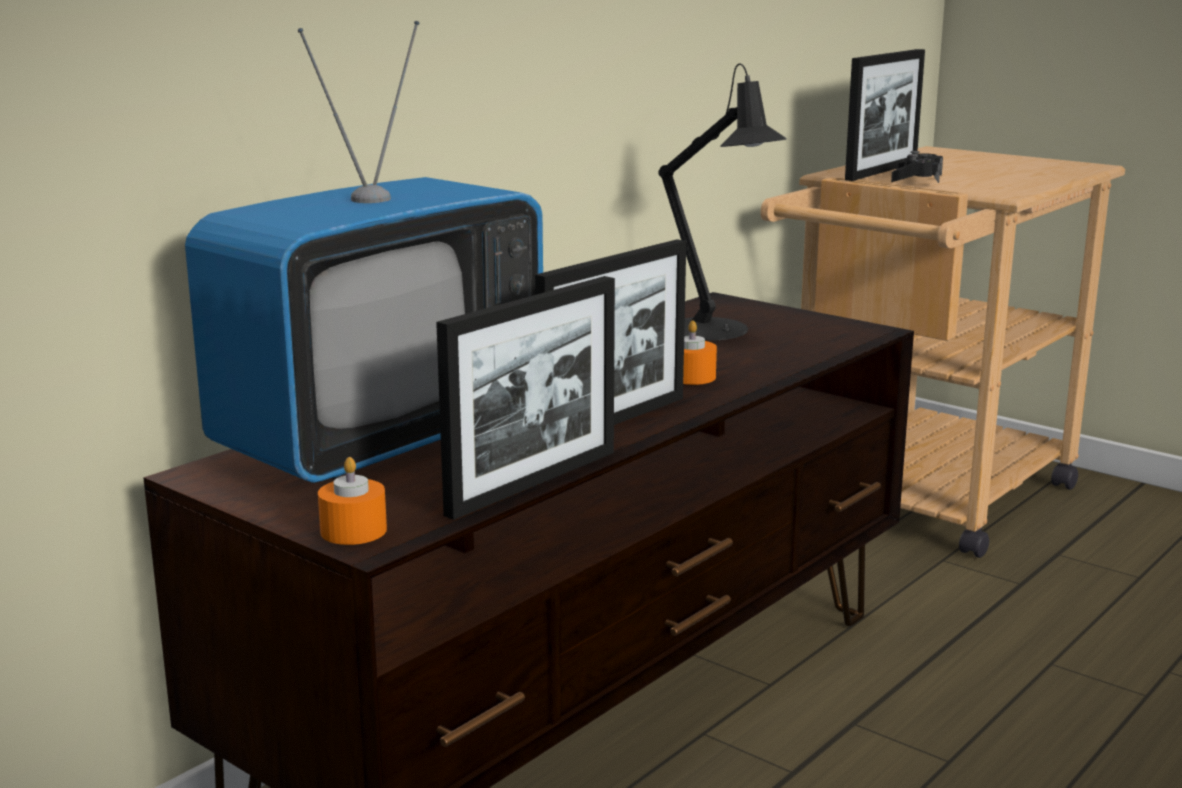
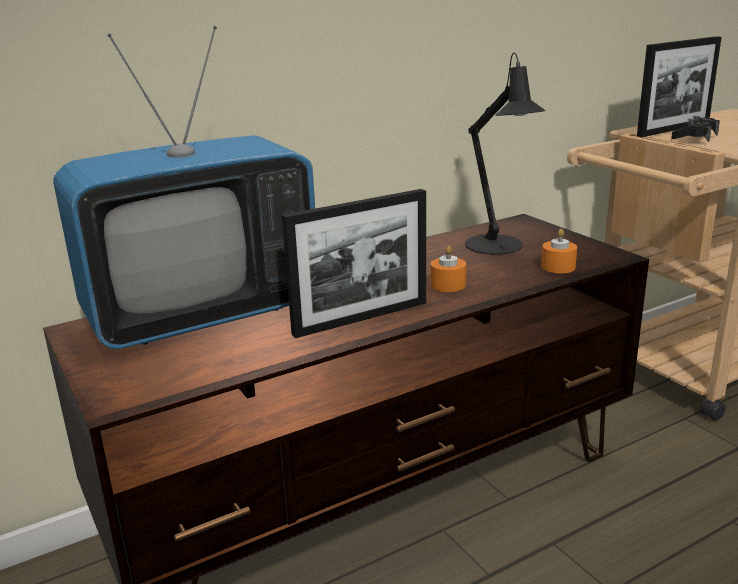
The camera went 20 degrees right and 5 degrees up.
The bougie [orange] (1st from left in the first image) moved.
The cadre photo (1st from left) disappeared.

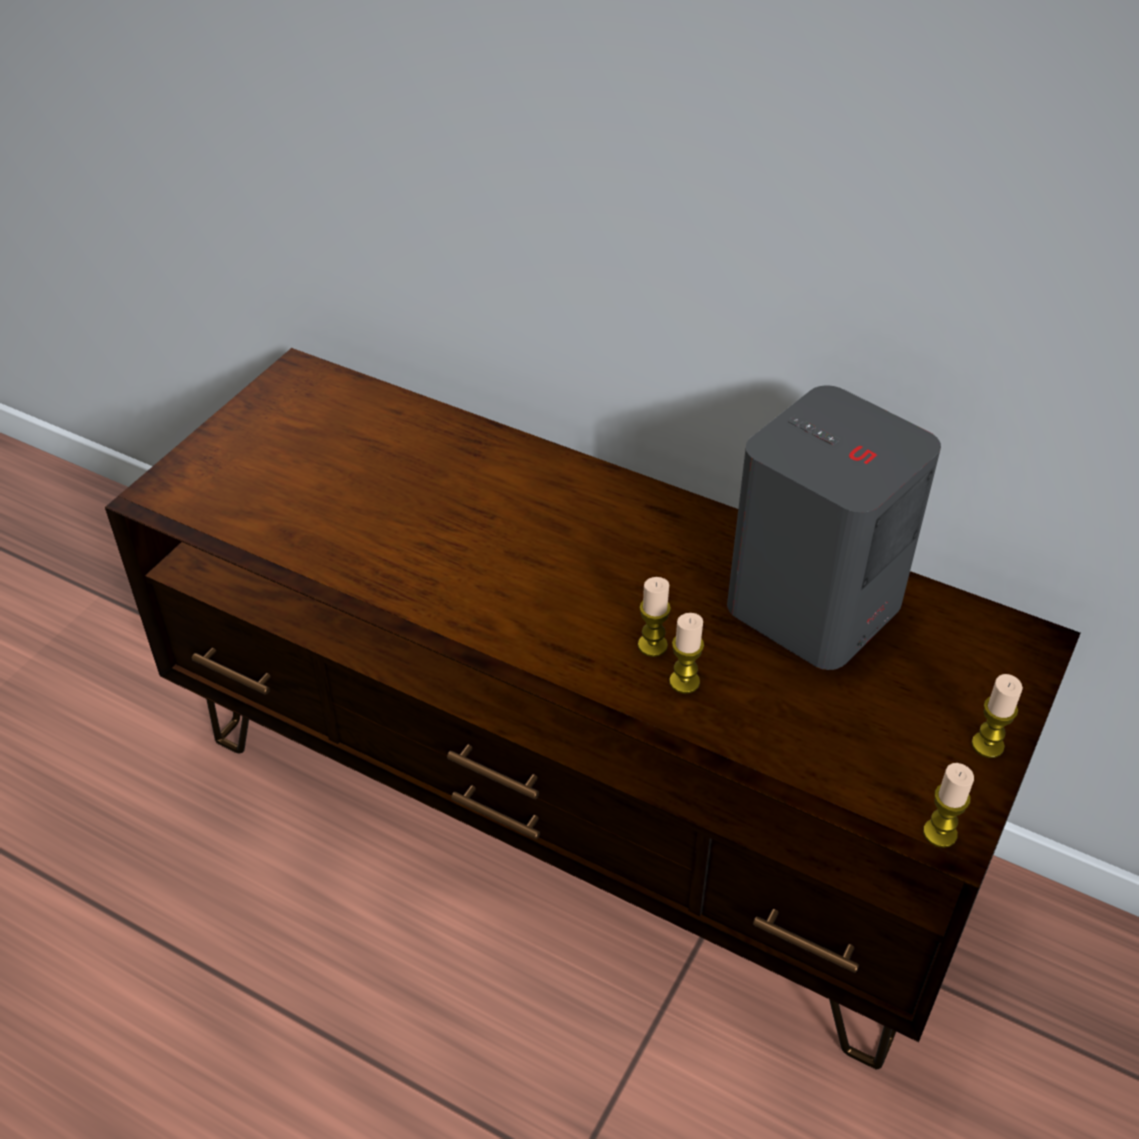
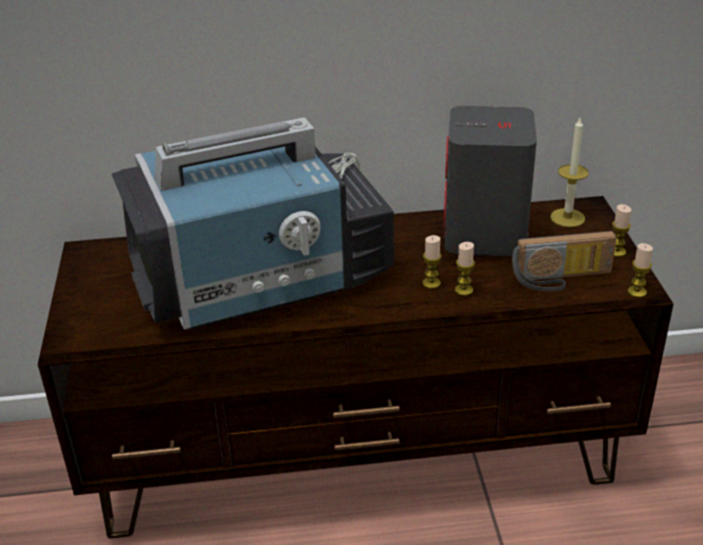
The camera went 35 degrees left and 10 degrees down.
The téléviseur appeared.
The radio appeared.
The bougie (3rd from left) appeared.

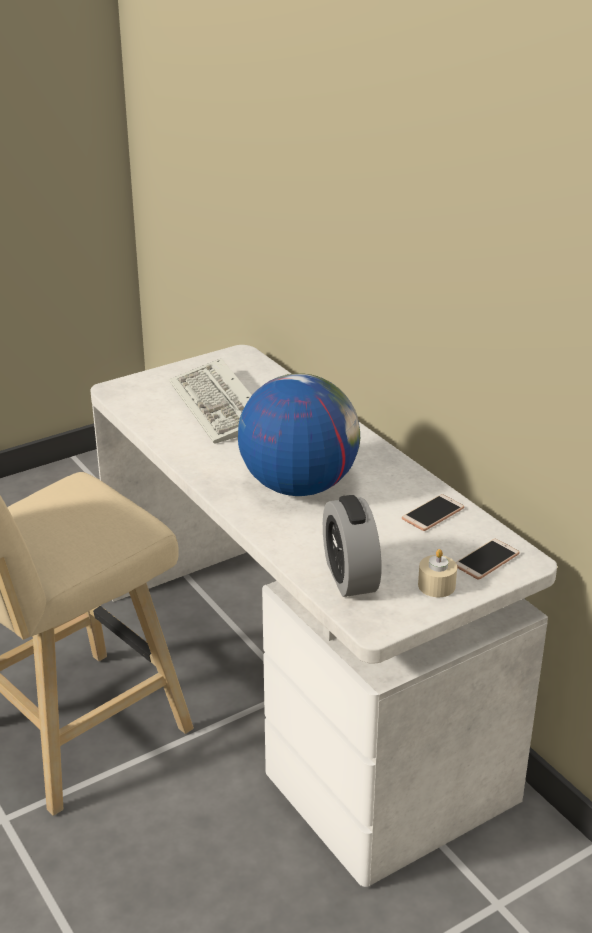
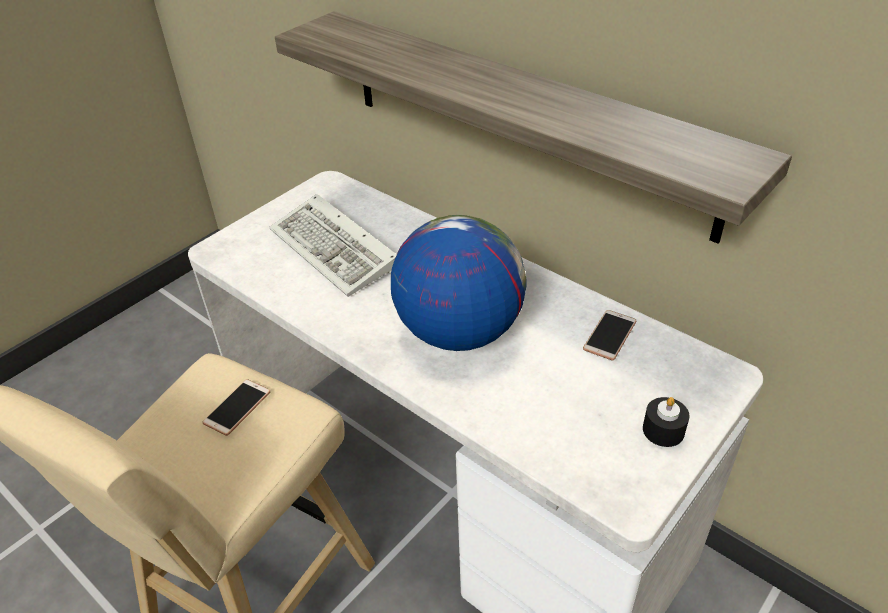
The camera went 15 degrees left and 10 degrees up.
The téléphone (2nd from left in the first image) moved.
The étagère appeared.
The bougie [beige] became the bougie [noir].
The réveil disappeared.

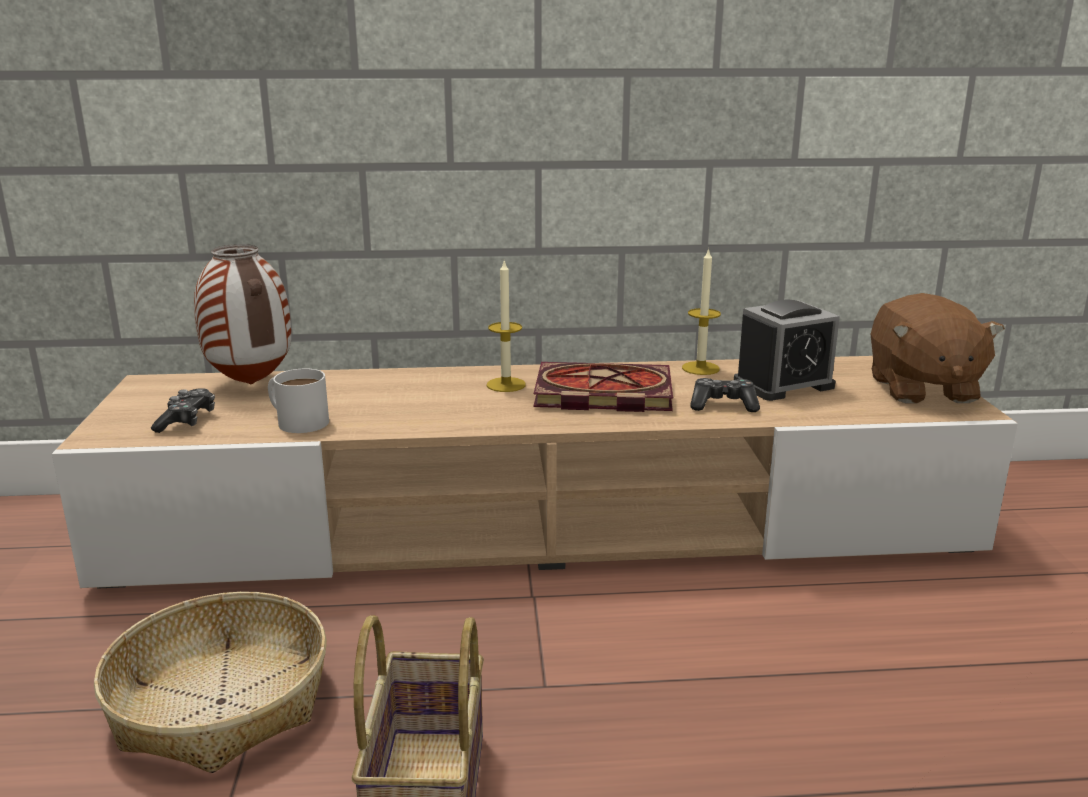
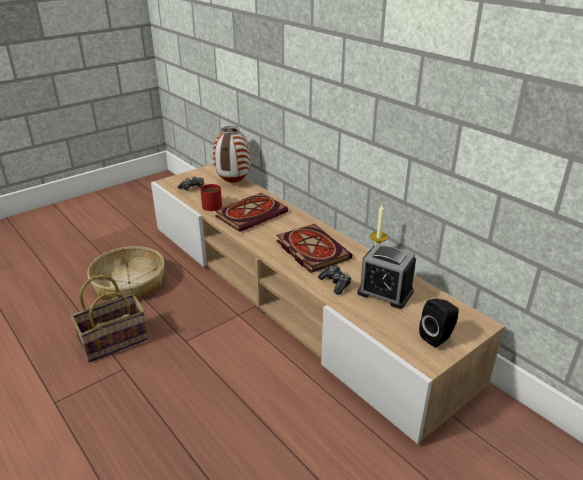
The camera went 55 degrees right and 10 degrees up.
The mug [blanc] became the mug [rouge].
The livre (1st from left) appeared.
The peluche [marron] was replaced by the enceinte [noir].
The bougie (1st from left) disappeared.

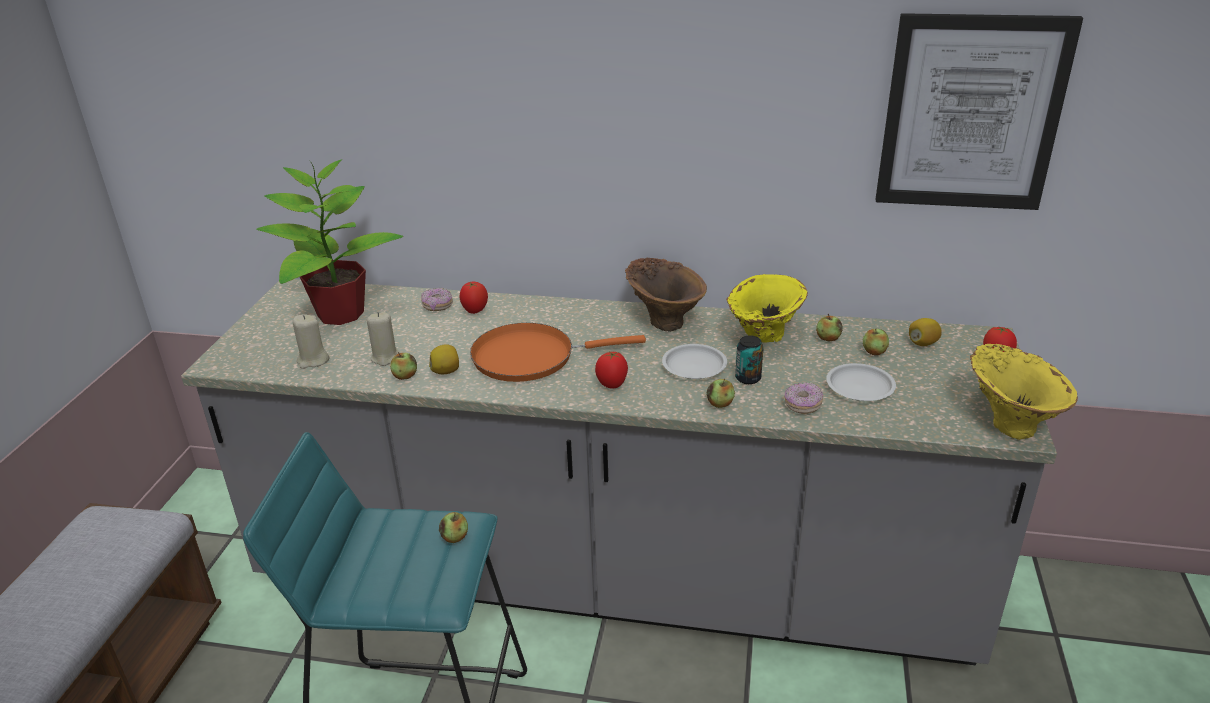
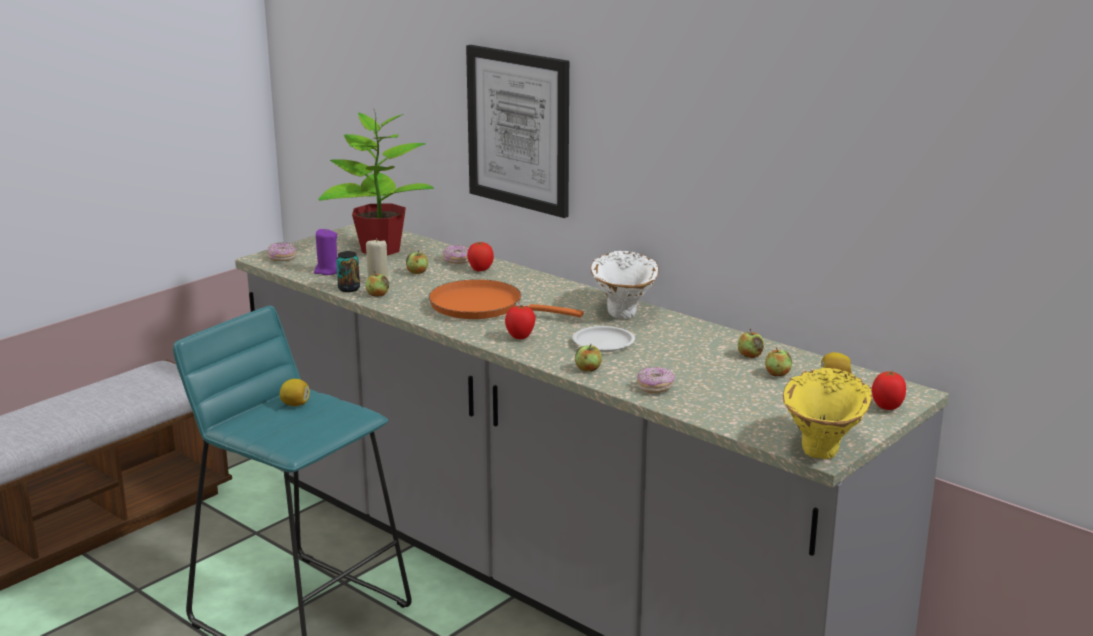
The camera went 30 degrees right and 10 degrees down.
The beignet (1st from left) appeared.
The citron (1st from left) moved.
The bougie [beige] (1st from left) became the bougie [violet].
The boîte métallique moved.
The pomme (2nd from left) moved.
The tableau moved.
The vase [marron] became the vase [blanc].
The vase [jaune] (1st from left) disappeared.
The assiette [blanc] (2nd from left) disappeared.

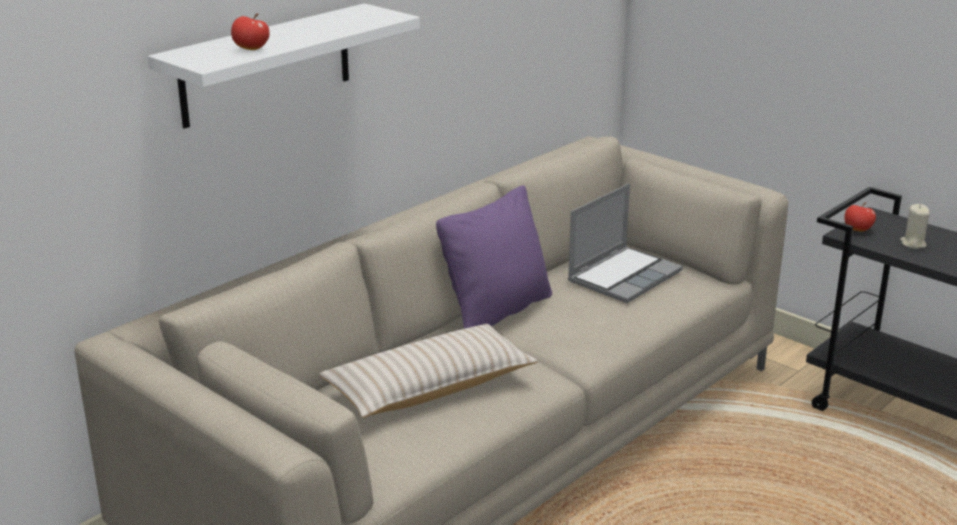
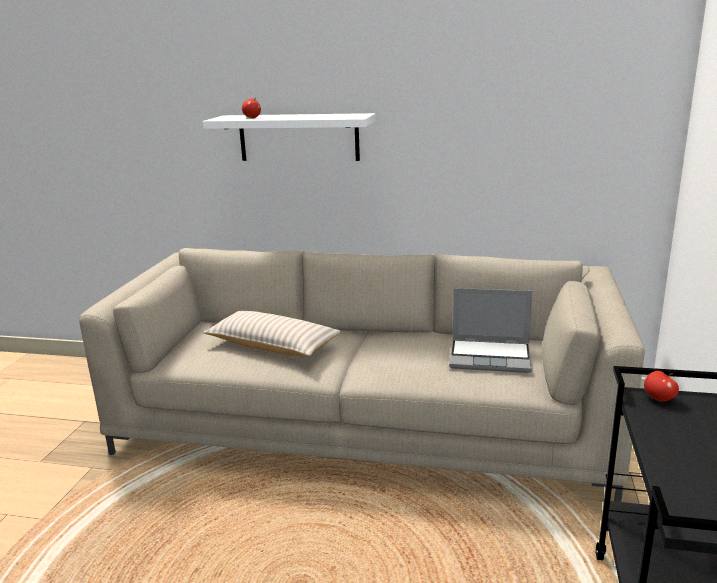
The camera went 60 degrees right and 5 degrees down.
The coussin [violet] disappeared.
The bougie [beige] disappeared.

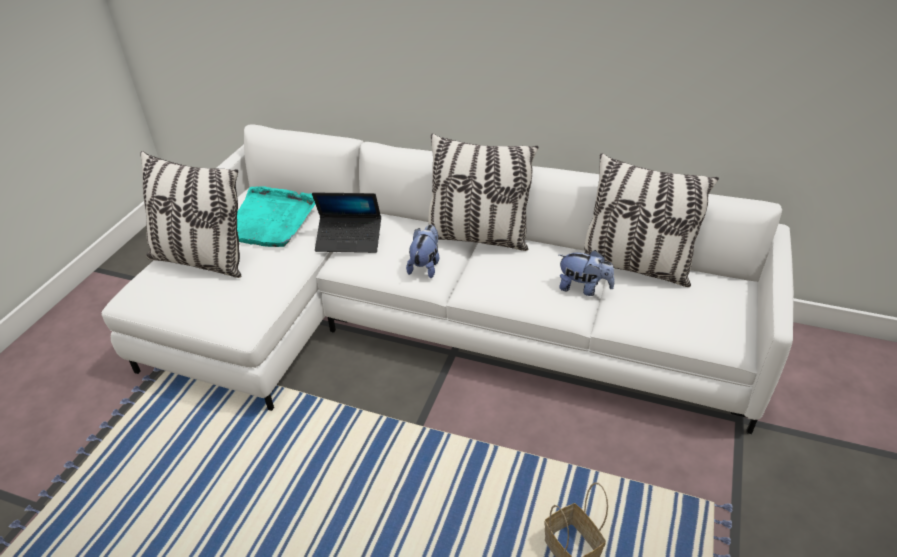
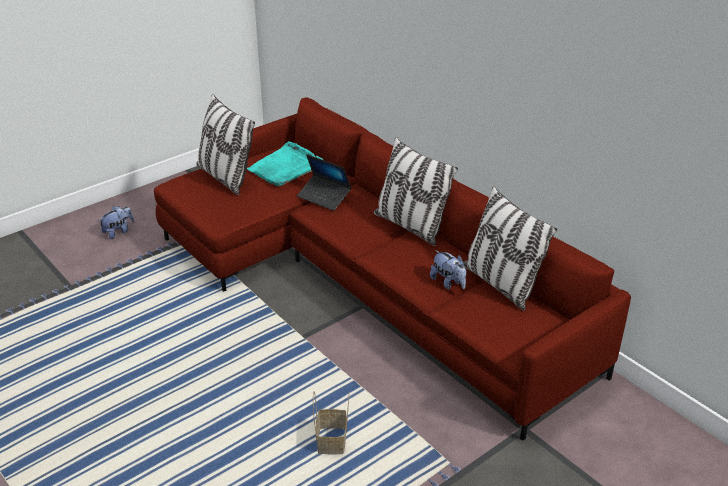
The camera went 30 degrees right and 5 degrees down.
The peluche (1st from left) moved.
The canapé [blanc] became the canapé [rouge].

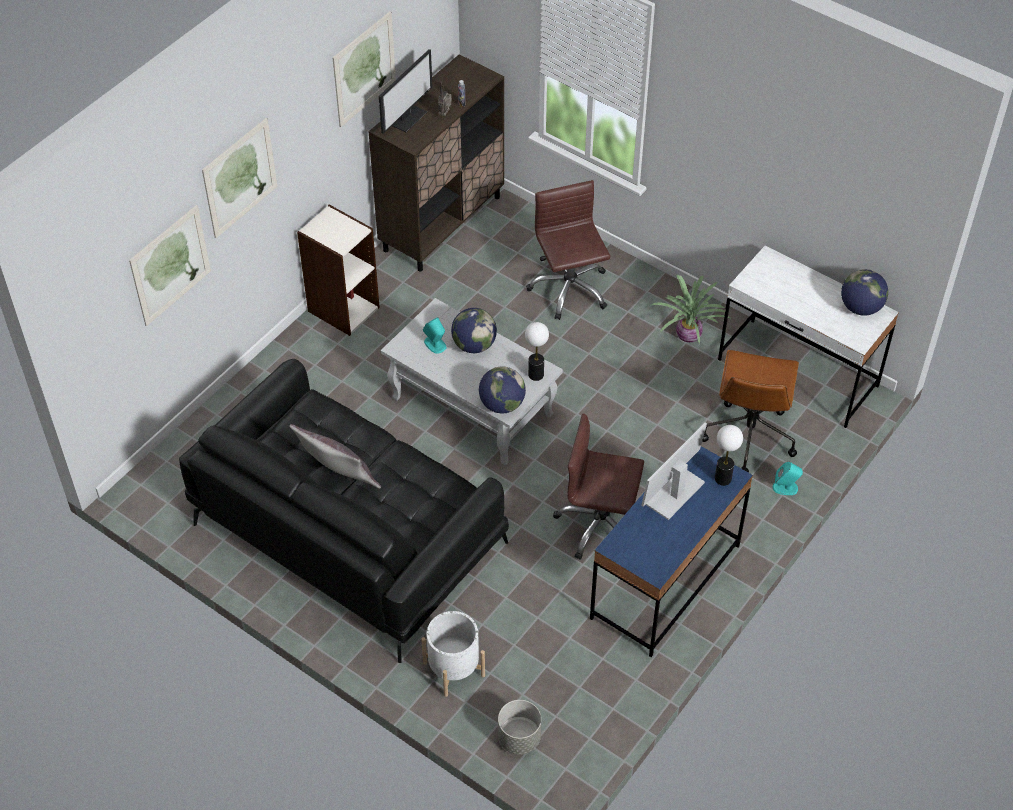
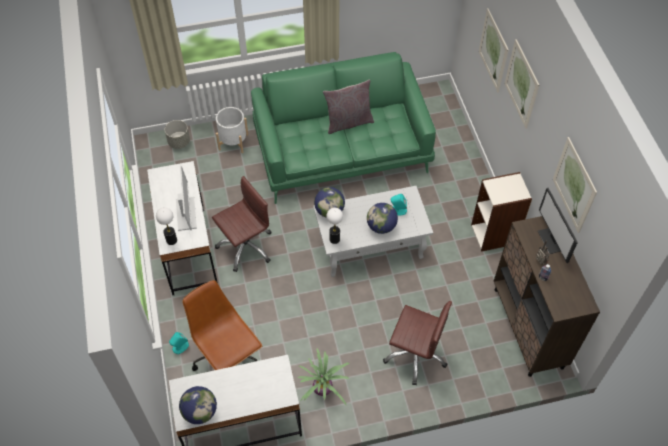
The camera went 130 degrees right and 5 degrees up.
The bureau [bleu] became the bureau [blanc] (1st from left).
The canapé [noir] became the canapé [vert].

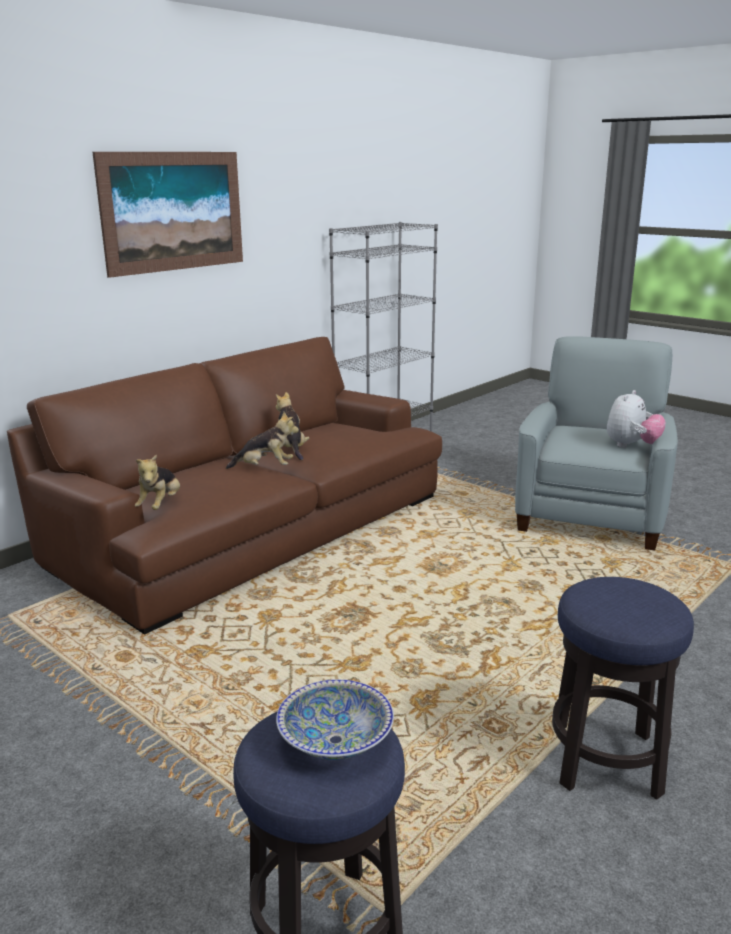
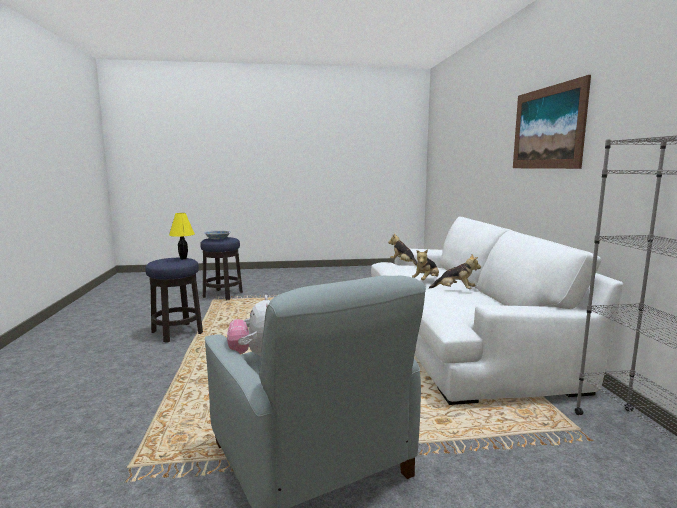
The camera went 130 degrees right and 10 degrees down.
The lampe de table [jaune] appeared.
The canapé [marron] became the canapé [blanc].

